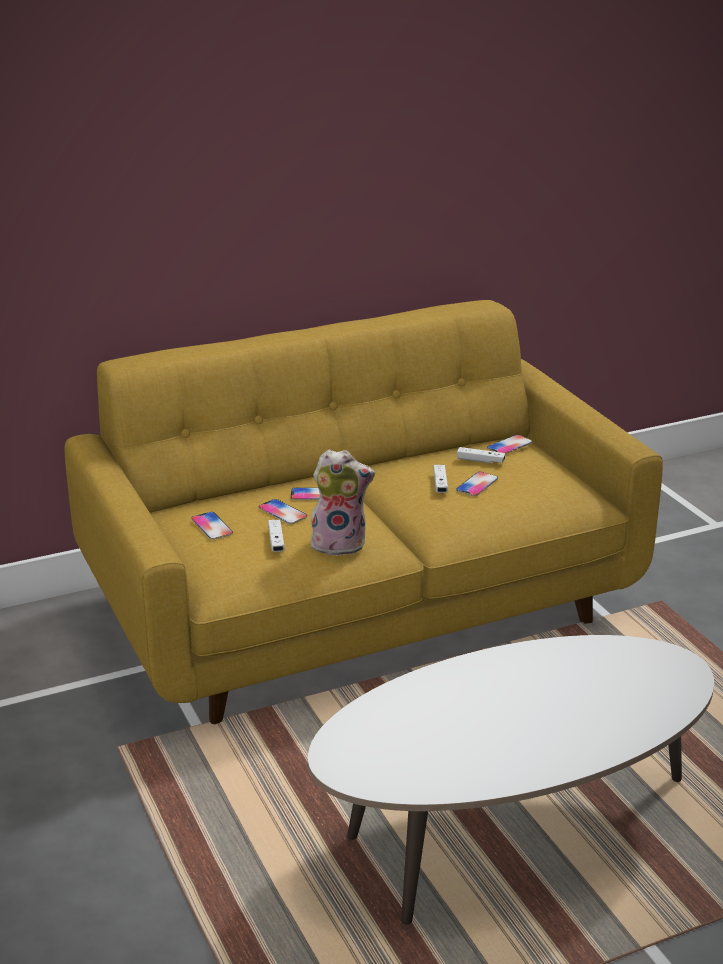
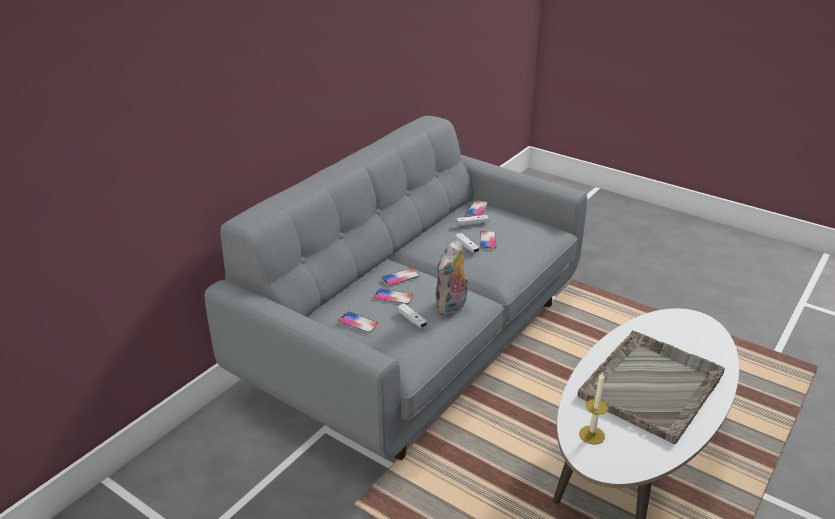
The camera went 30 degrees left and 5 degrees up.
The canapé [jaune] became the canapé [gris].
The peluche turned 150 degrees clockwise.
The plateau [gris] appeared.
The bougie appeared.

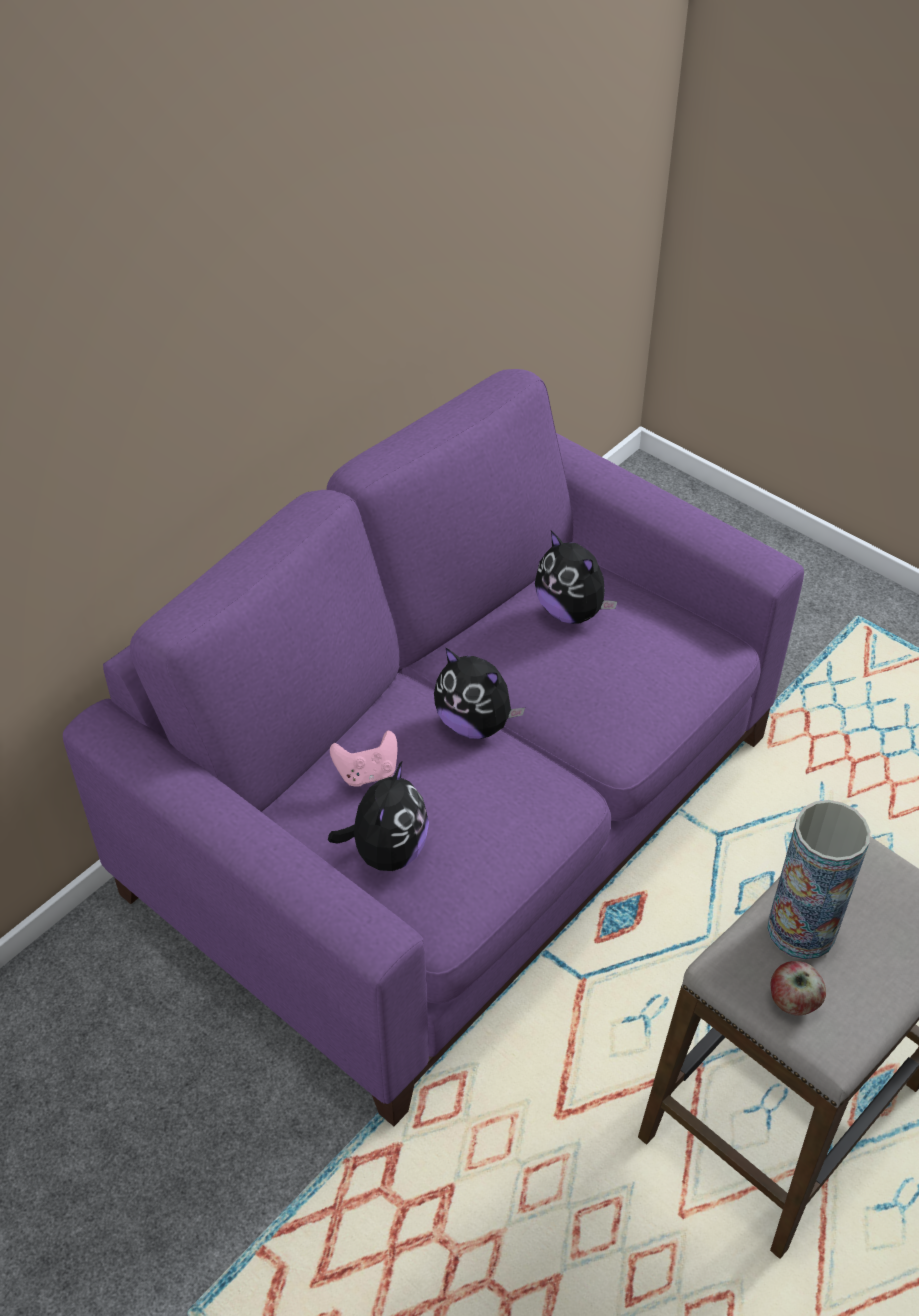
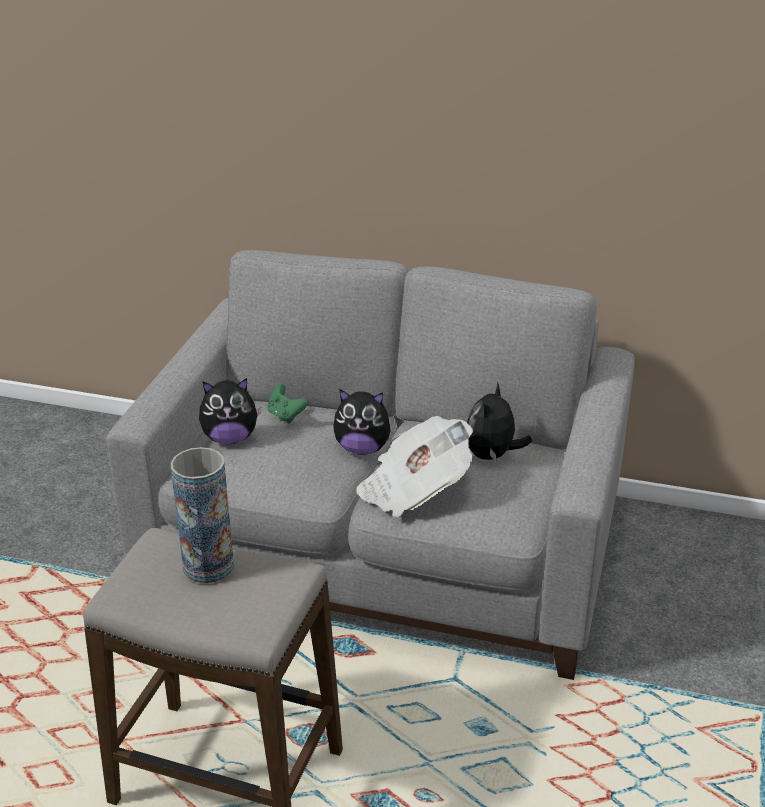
The camera went 65 degrees right and 15 degrees down.
The canapé [violet] became the canapé [gris].
The manette [rose] became the manette [vert].
The peluche (2nd from left) turned 90 degrees counterclockwise.
The journal appeared.
The pomme disappeared.

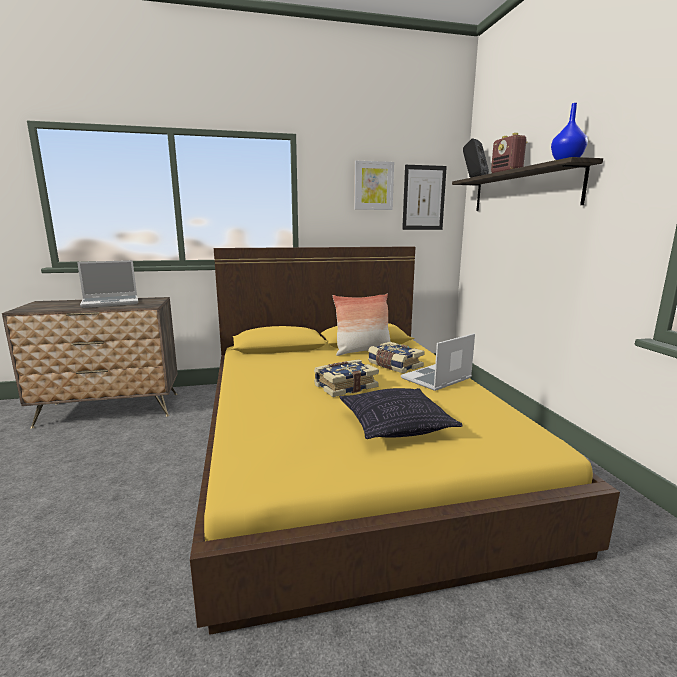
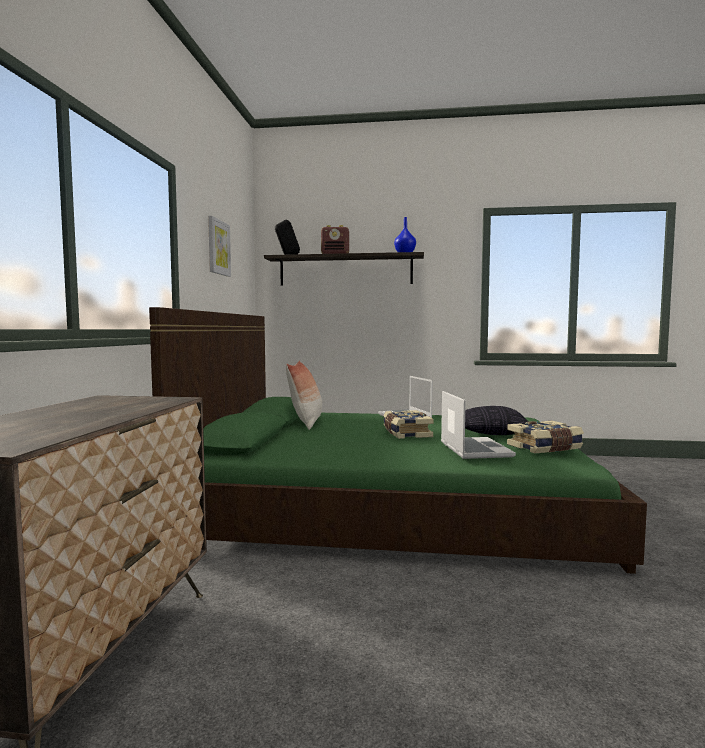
The camera went 70 degrees left and 10 degrees down.
The lit [jaune] became the lit [vert].
The ordinateur portable (1st from left in the first image) moved.
The livre (2nd from left) moved.
The tableau (2nd from left) disappeared.

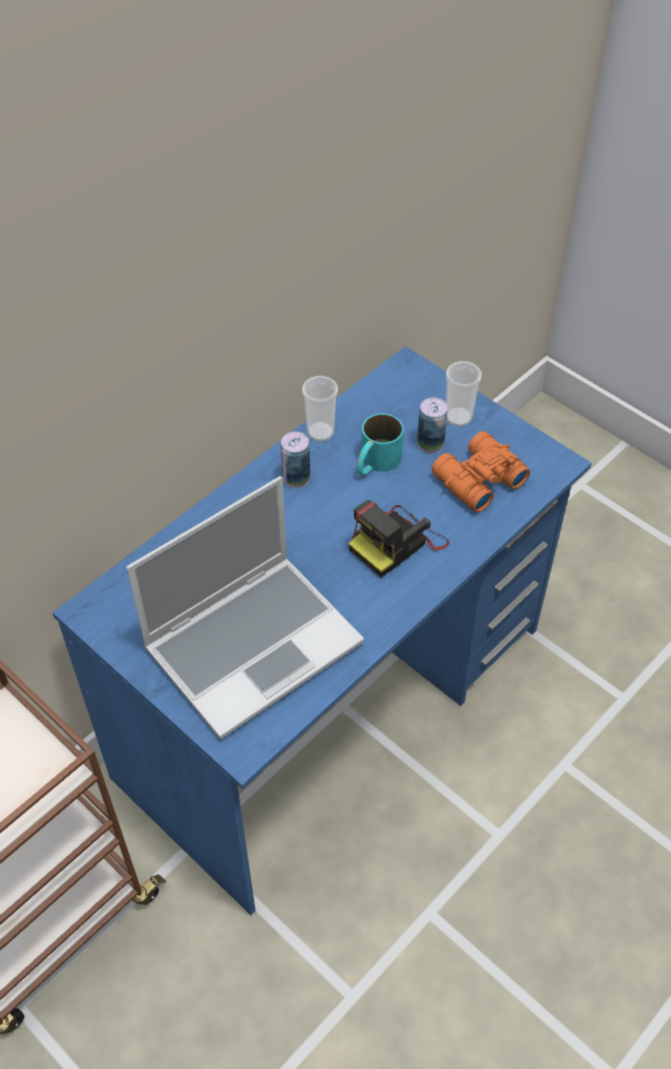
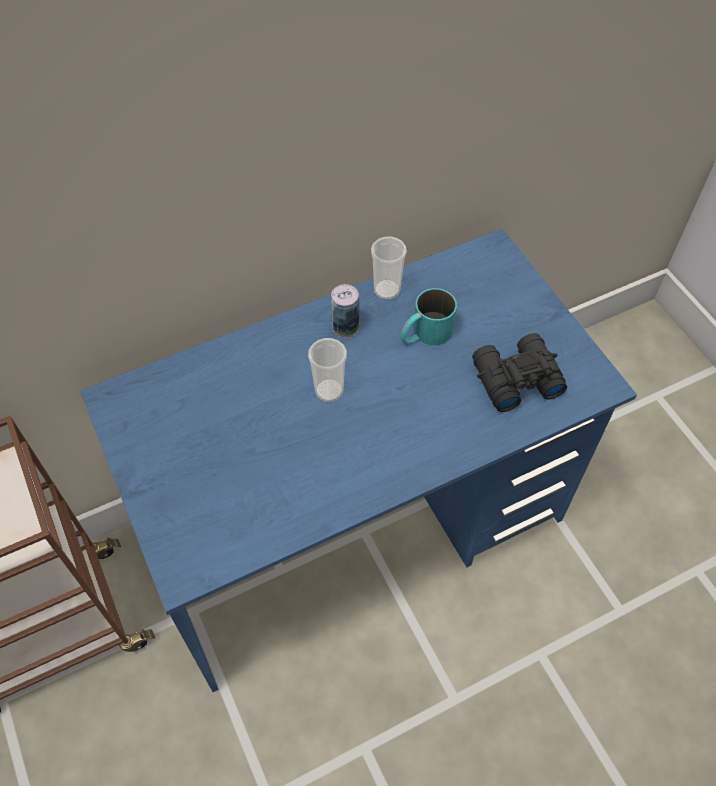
The camera went 20 degrees right and 5 degrees up.
The tasse (2nd from left in the first image) moved.
The jumelles [orange] became the jumelles [noir].
The ordinateur portable disappeared.
The appareil photo disappeared.
The boîte métallique (2nd from left) disappeared.

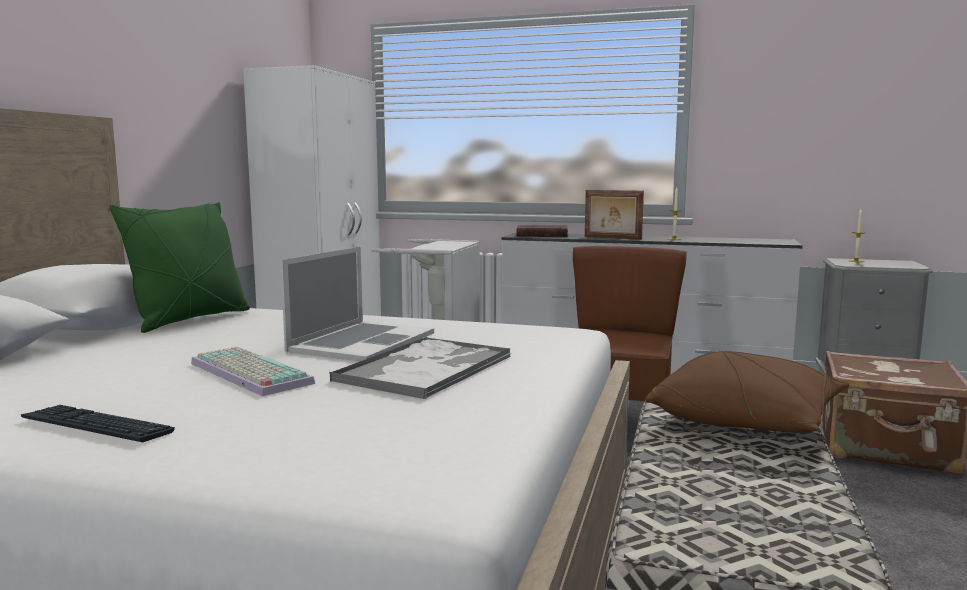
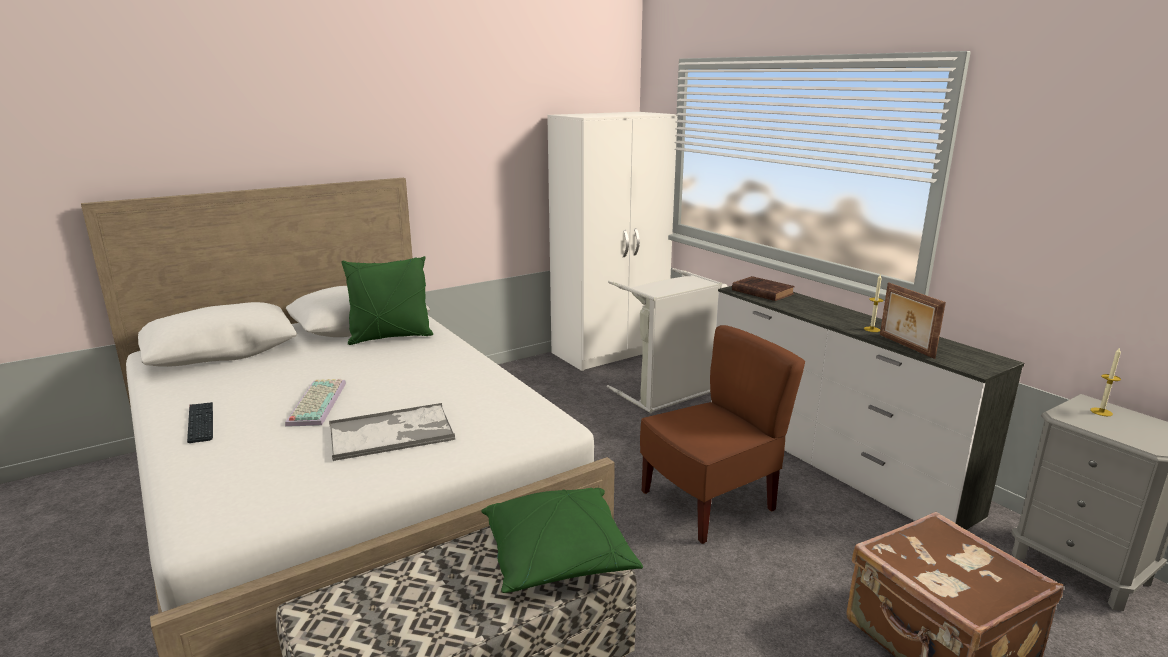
The camera went 40 degrees right and 10 degrees up.
The coussin [marron] became the coussin [vert] (2nd from left).
The cadre photo moved.
The ordinateur portable disappeared.

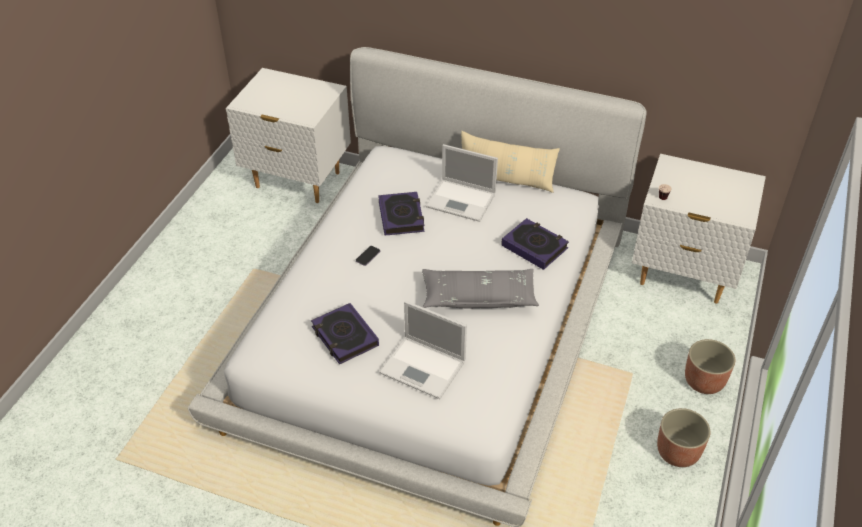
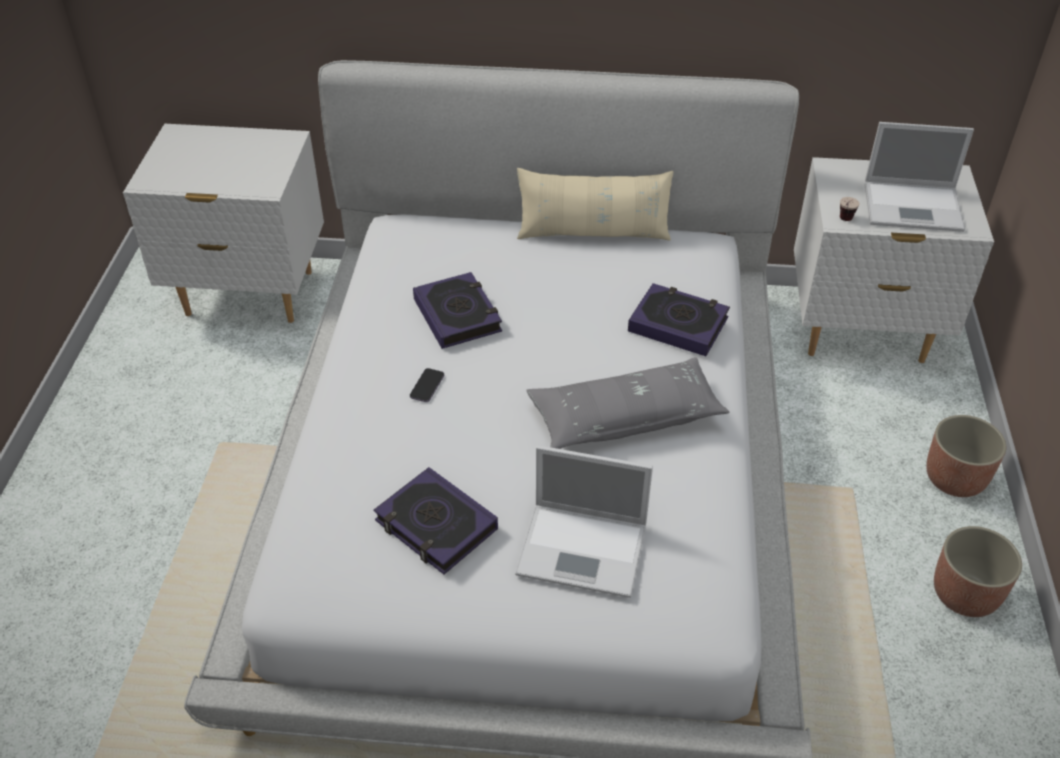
The camera went 15 degrees left and 0 degrees up.
The ordinateur portable (2nd from left) moved.

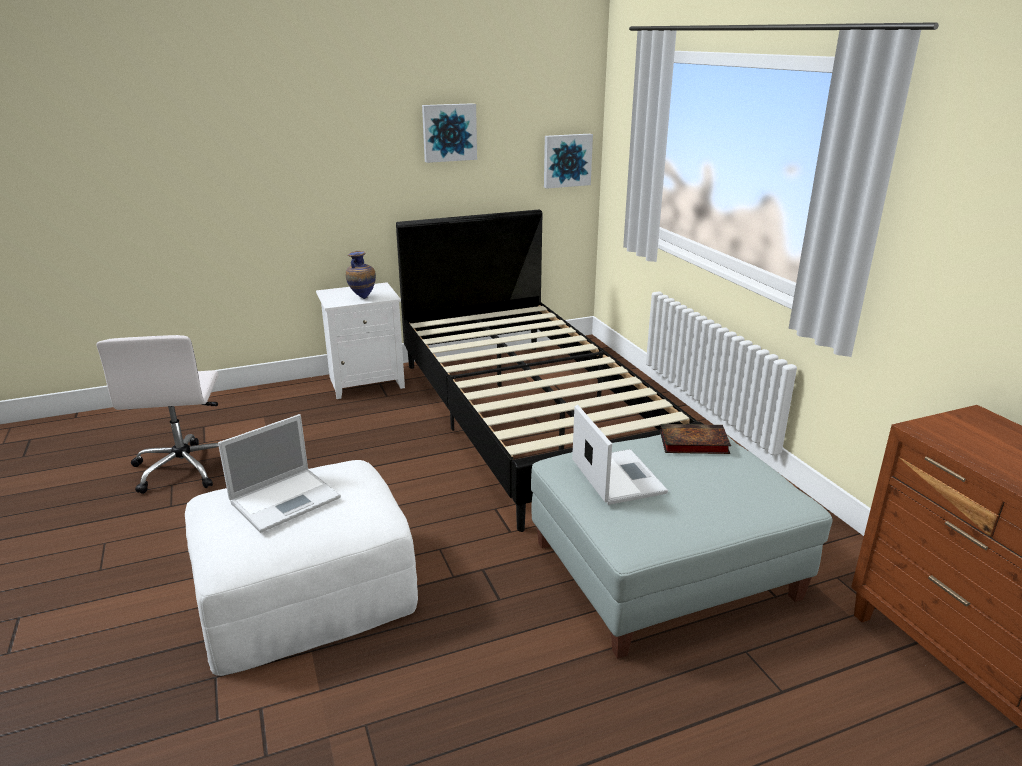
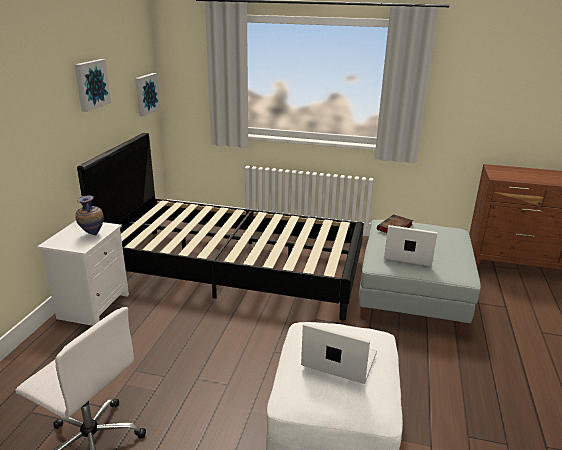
The camera went 55 degrees left and 0 degrees up.
The ordinateur portable (1st from left) turned 60 degrees counterclockwise.

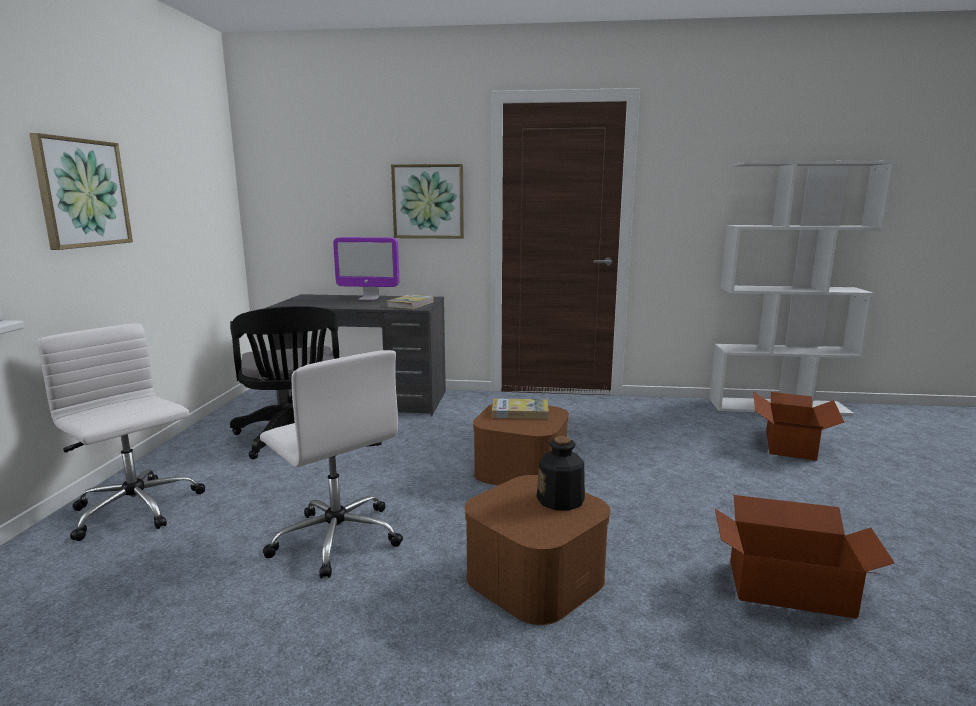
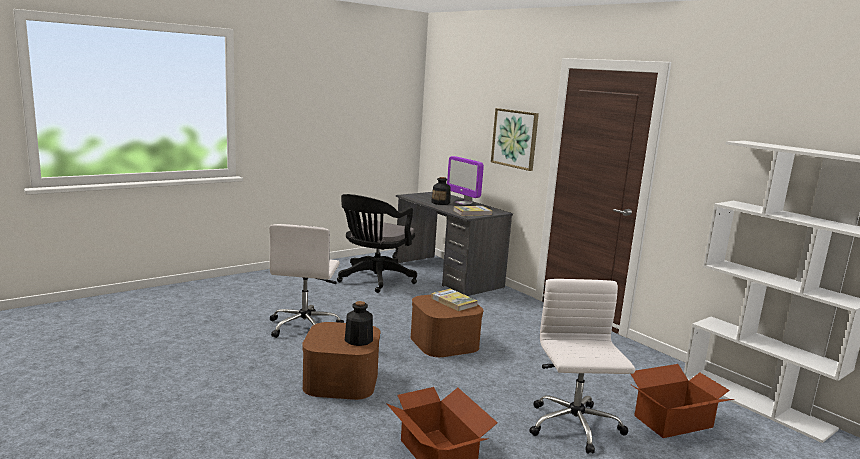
The camera went 45 degrees right and 0 degrees up.
The bouteille (2nd from left) appeared.
The chaise de bureau [blanc] (1st from left in the first image) moved.
The tableau (1st from left) disappeared.

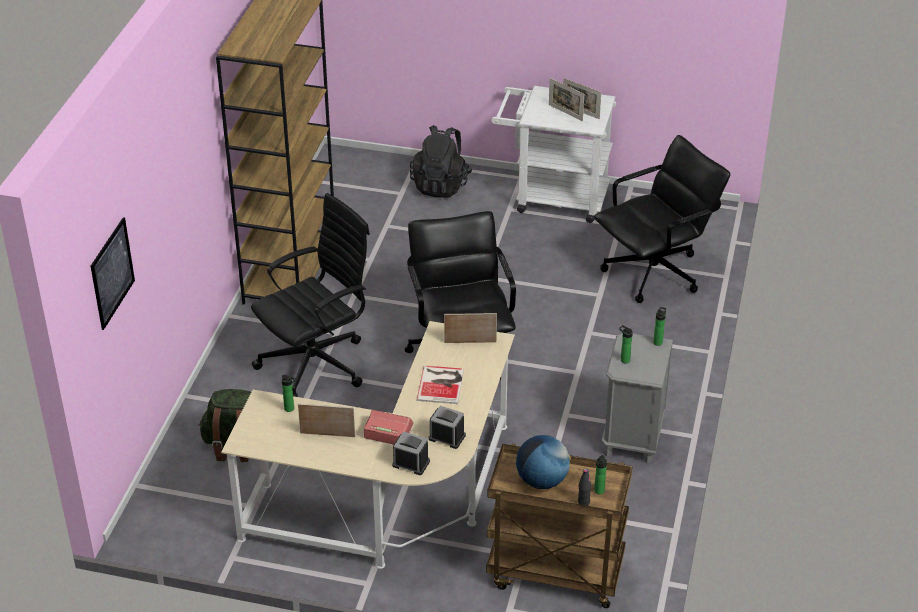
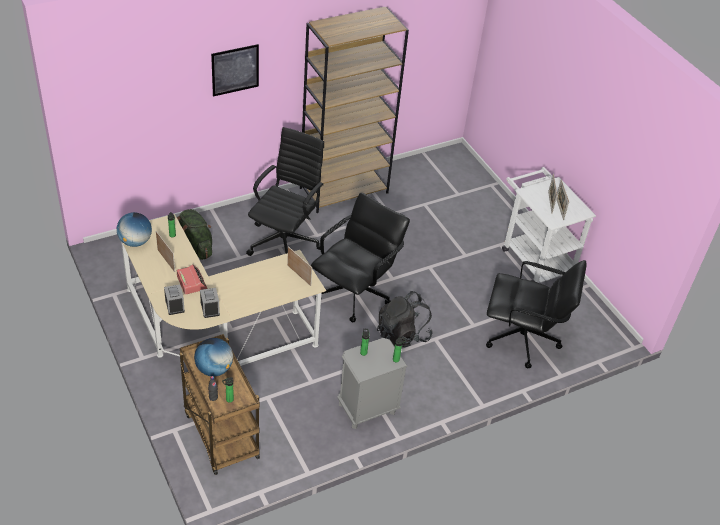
The camera went 45 degrees right and 5 degrees up.
The globe (1st from left) appeared.
The tableau moved.
The chaise de bureau [noir] (1st from left) turned 75 degrees counterclockwise.
The sac à dos [noir] moved.
The livre disappeared.

